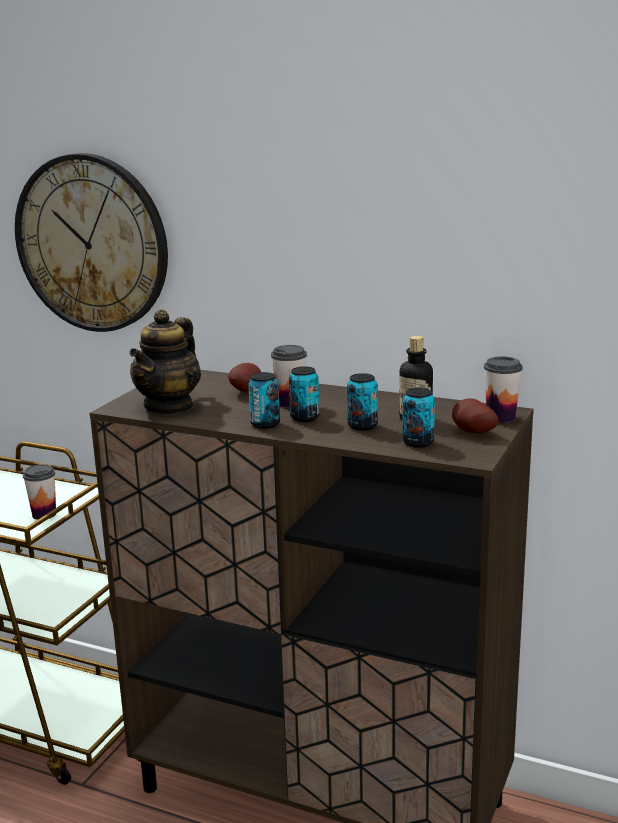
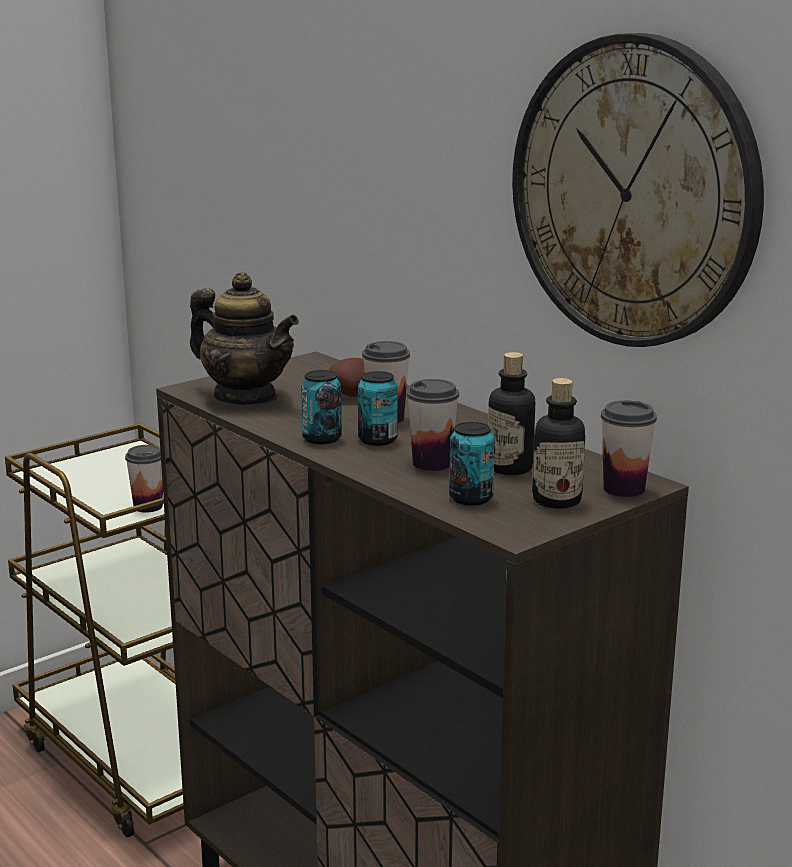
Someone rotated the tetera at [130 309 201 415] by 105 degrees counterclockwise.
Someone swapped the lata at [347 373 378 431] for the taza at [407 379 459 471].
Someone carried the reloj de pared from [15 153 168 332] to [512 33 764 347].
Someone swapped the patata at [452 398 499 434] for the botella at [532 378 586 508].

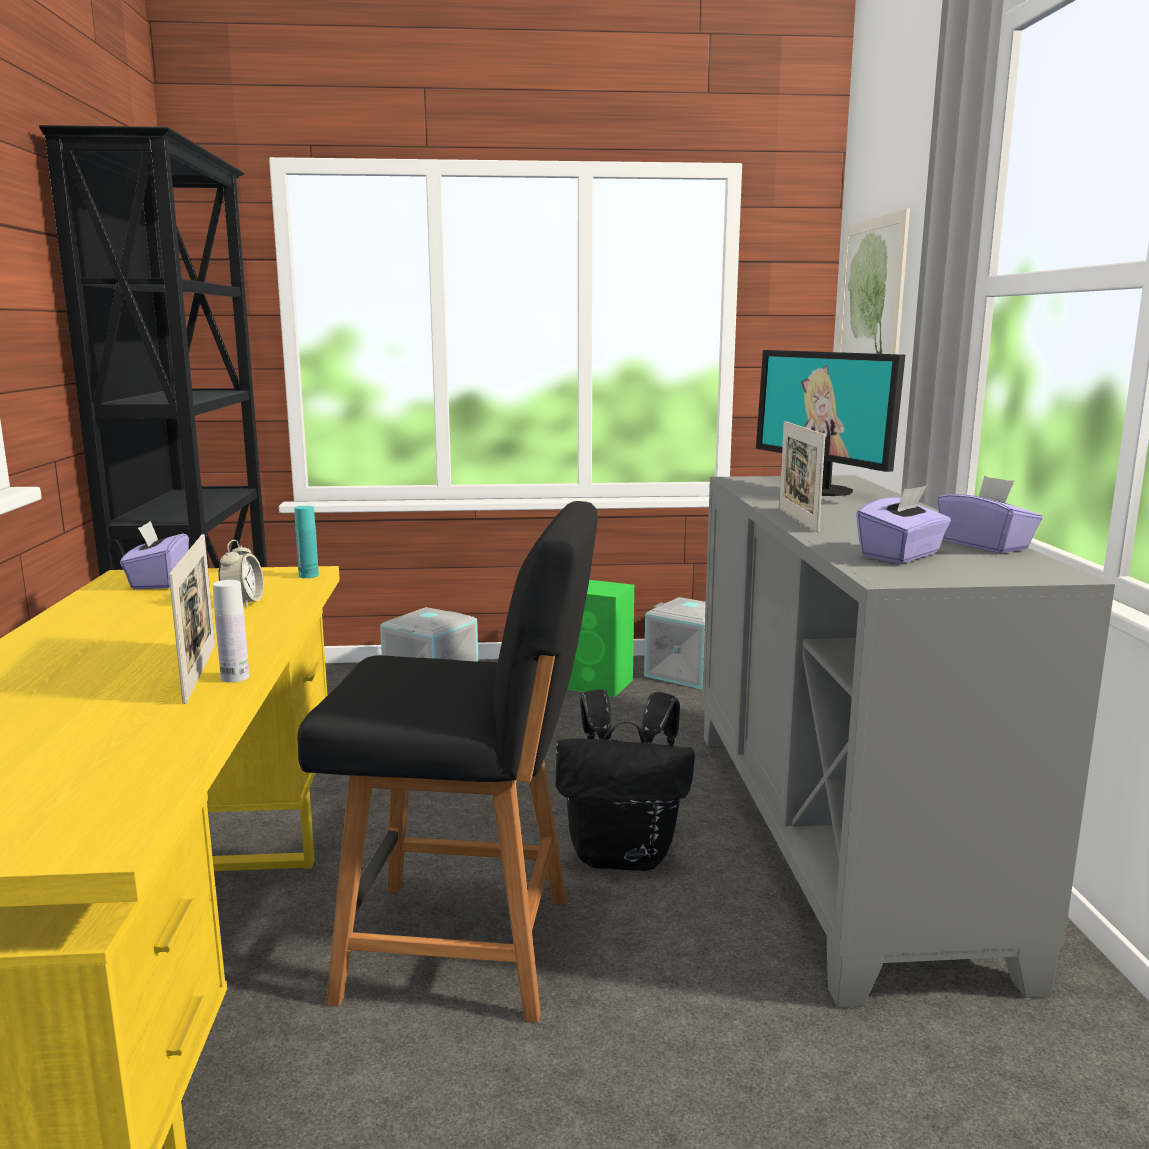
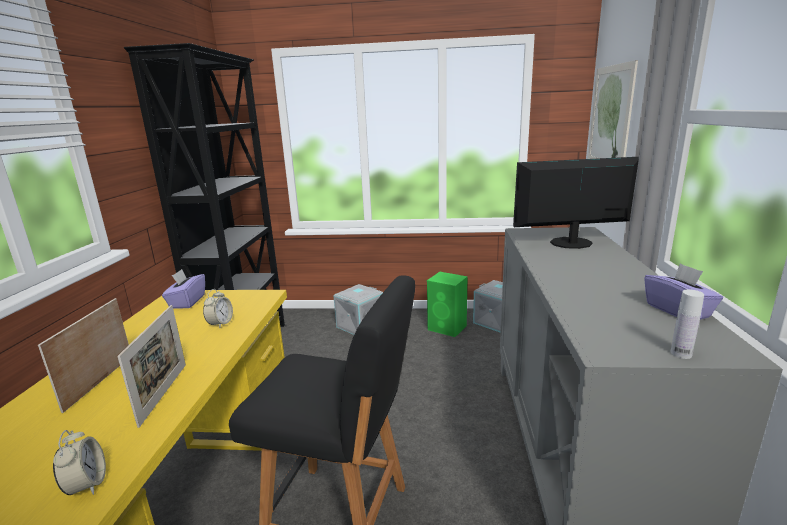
Someone carried the portarretratos from [779 421 825 532] to [38 298 129 413].
Someone put down the despertador at [53 430 106 495].
Someone rotated the monitor at [756 350 905 496] by 105 degrees clockwise.
Someone carried the botella/blanco from [213 580 249 683] to [671 289 704 359].
Someone took away the botella/turquesa at [294 506 319 578].
Someone took away the mochila/negro at [556 690 695 871].
Someone took away the caja de pañuelos/morado at [856 485 951 564].

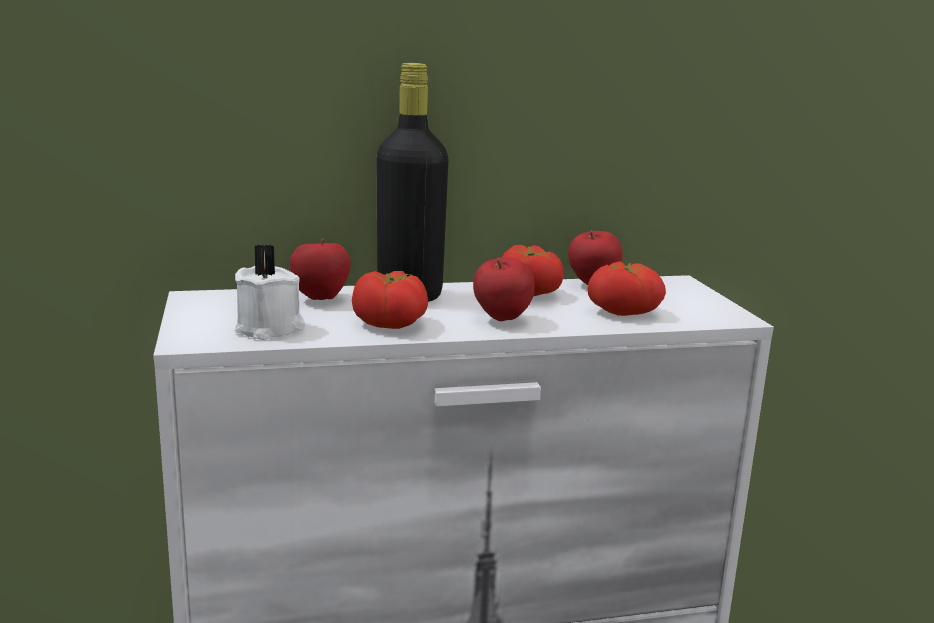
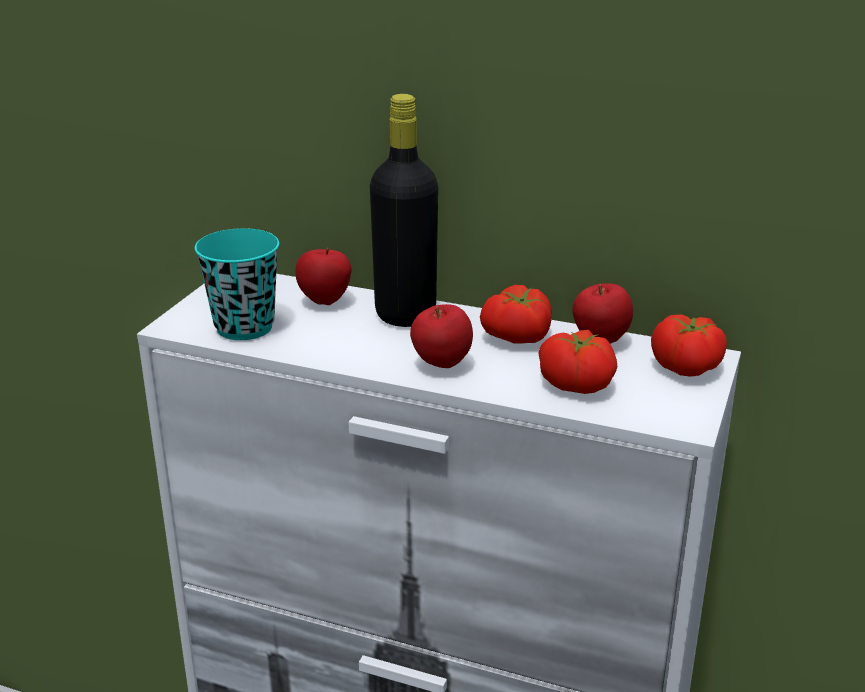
Someone swapped the vela/blanco at [235 244 305 340] for the taza/turquesa at [195 228 279 340].
Someone carried the tomate from [352 271 428 329] to [651 314 727 377].

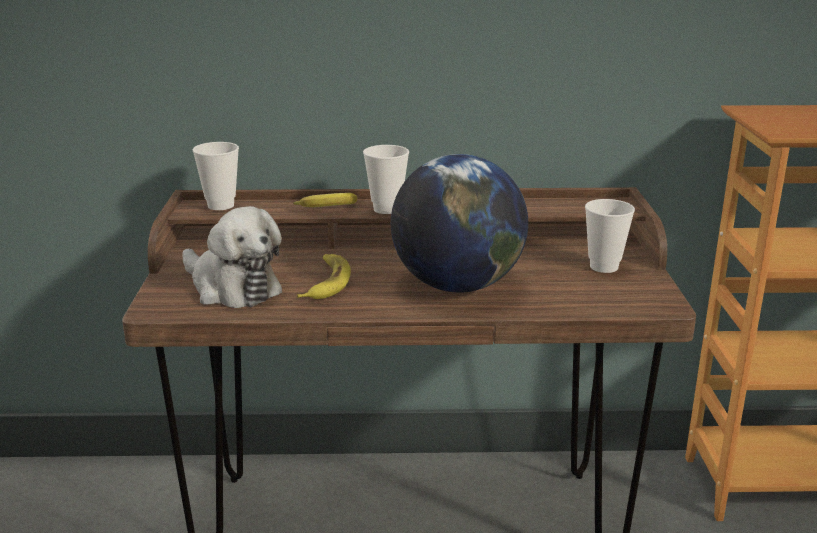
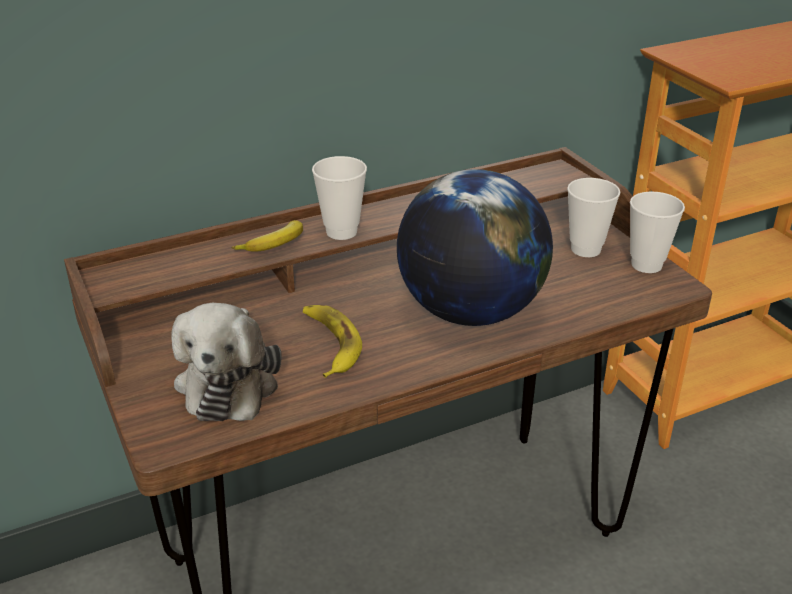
Someone rotated the peluche at [182 206 282 308] by 75 degrees clockwise.
Someone carried the taza from [193 142 239 210] to [630 191 685 273].

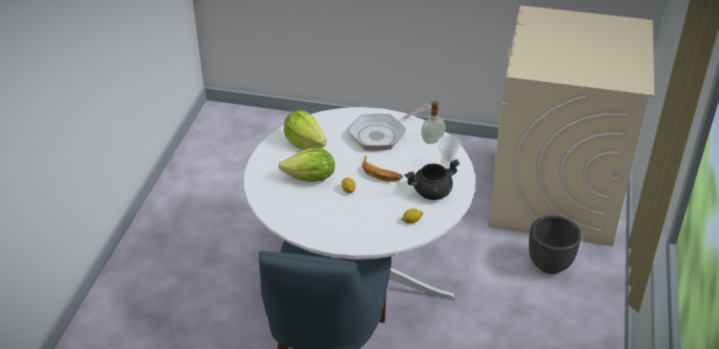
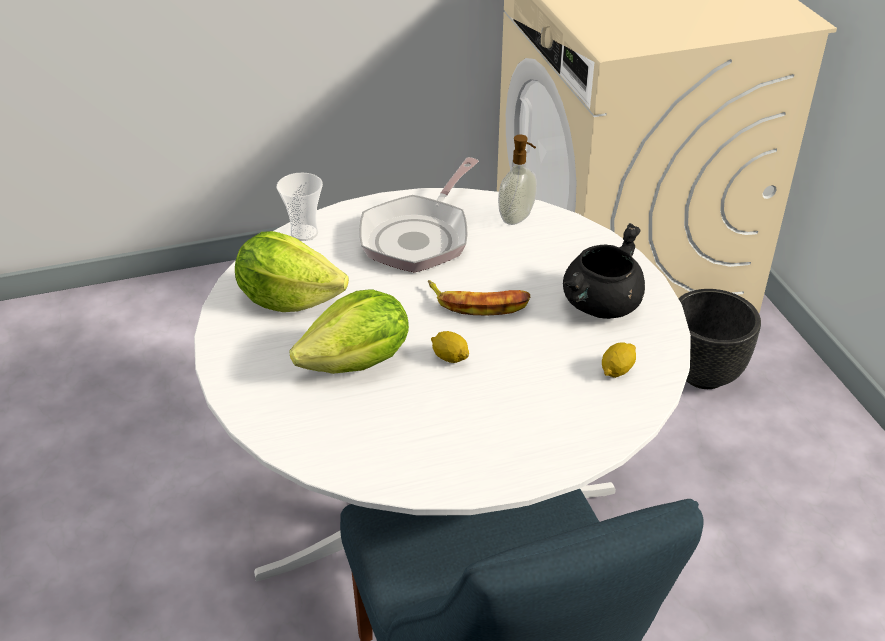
Someone carried the taza from [437 136 461 169] to [277 173 323 241].

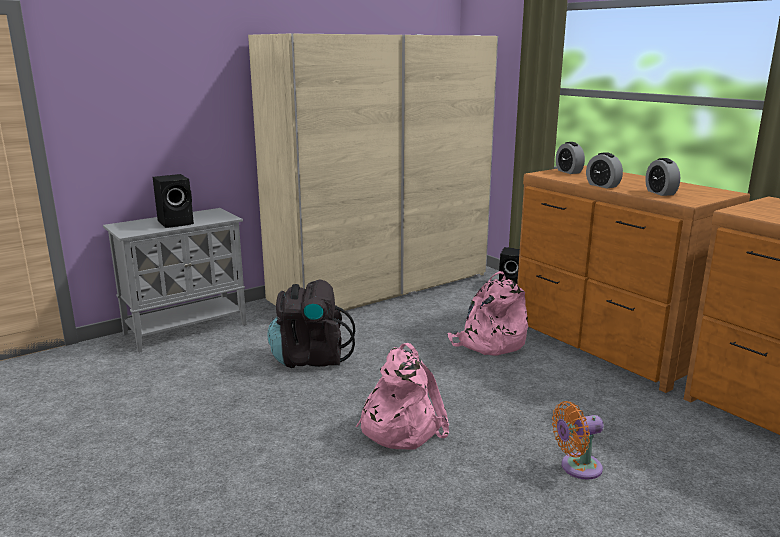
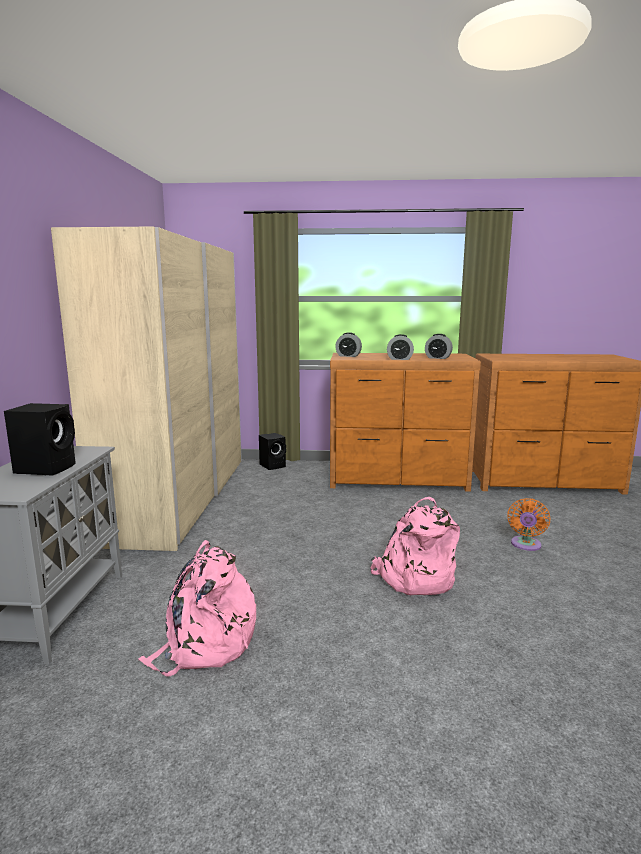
Someone carried the mochila/rosa from [447 271 528 356] to [138 540 256 677].
Someone took away the mochila/negro at [267 280 355 368].

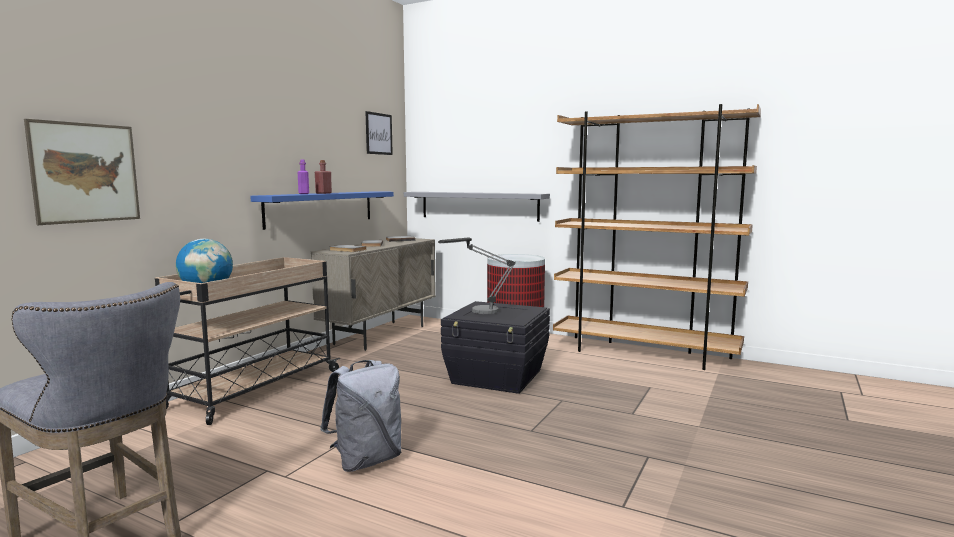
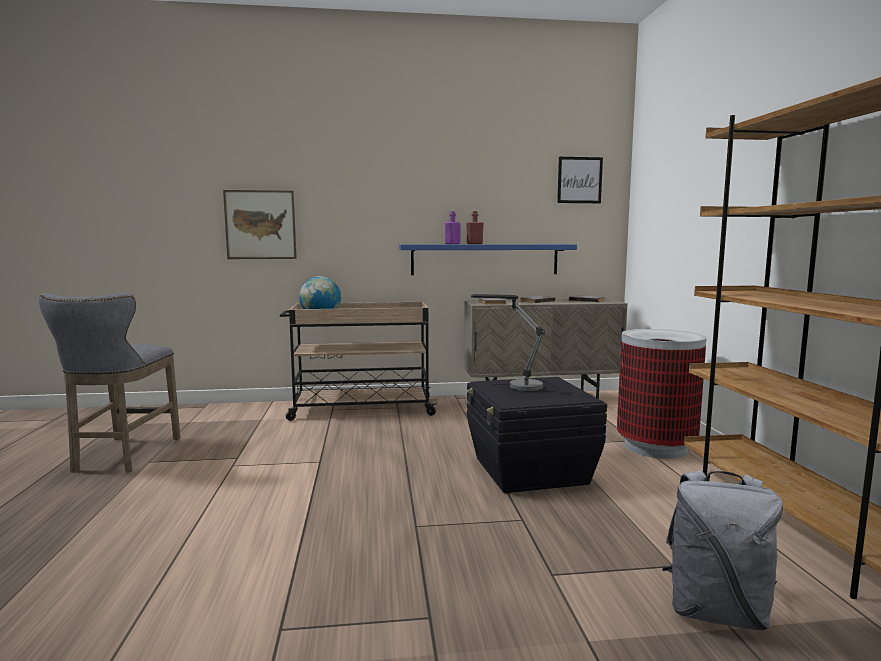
Someone carried the mochila/gris from [320 360 401 472] to [662 470 783 630].
Someone took away the estante/gris at [404 192 550 222].

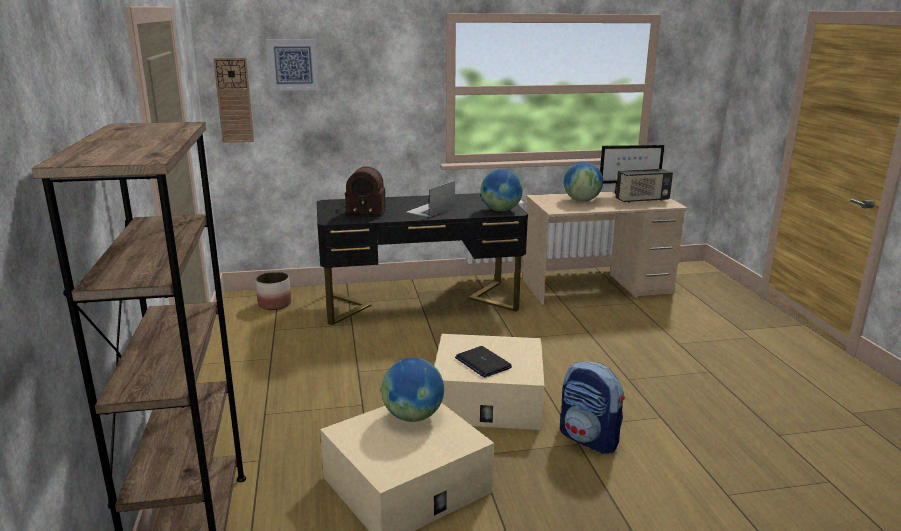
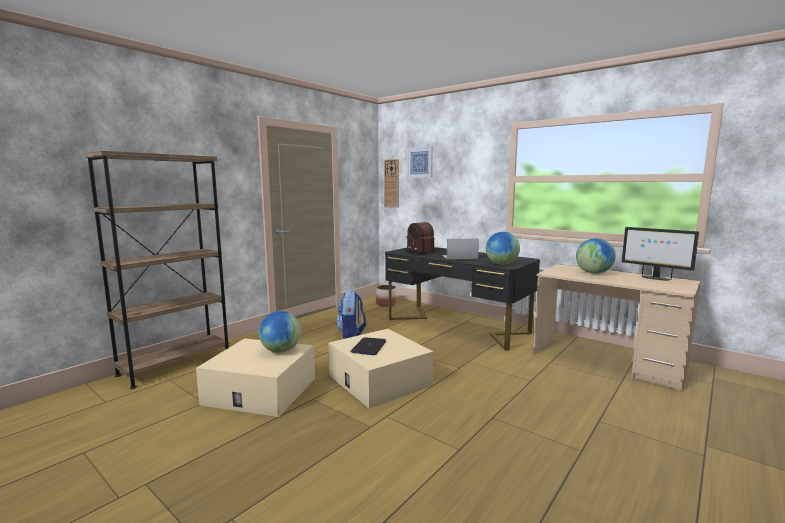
Someone carried the mochila from [560 361 625 454] to [336 290 366 339].
Someone took away the radio at [616 169 673 203].

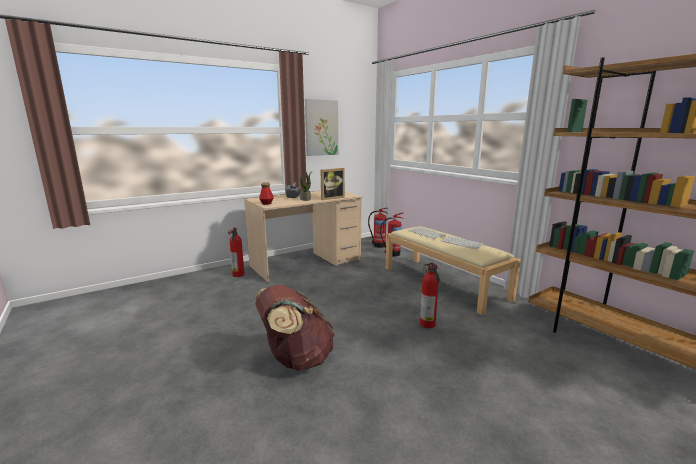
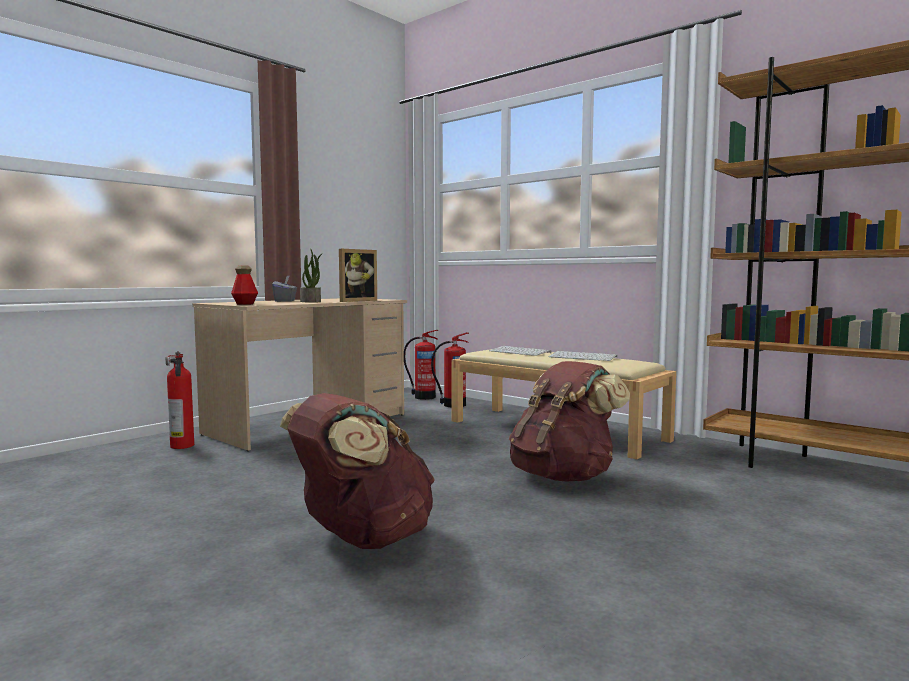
Someone swapped the extintor at [420 262 440 328] for the mochila/marrón at [509 361 630 482].
Someone took away the cuadro at [305 99 338 156].

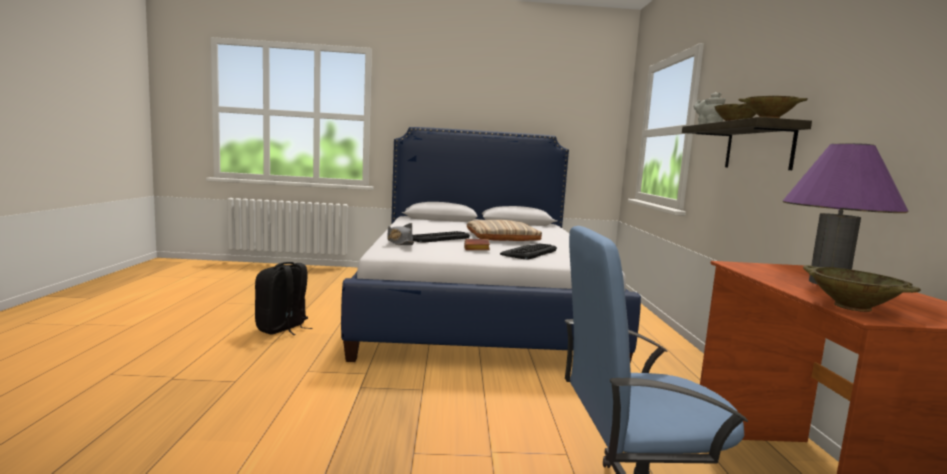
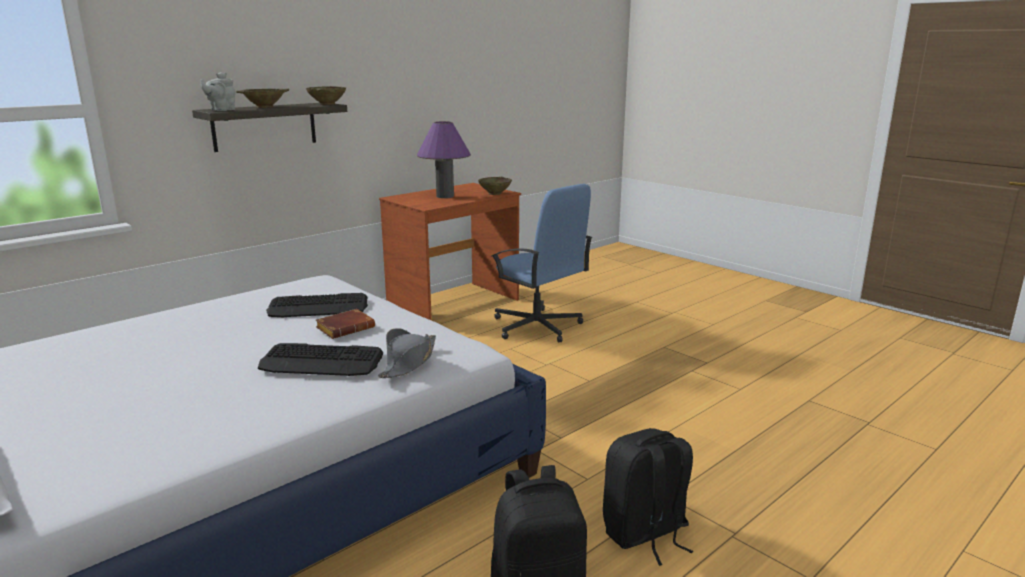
Someone put down the mochila/negro at [603 428 693 566].
Someone took away the cojín/beis at [467 220 542 241].

